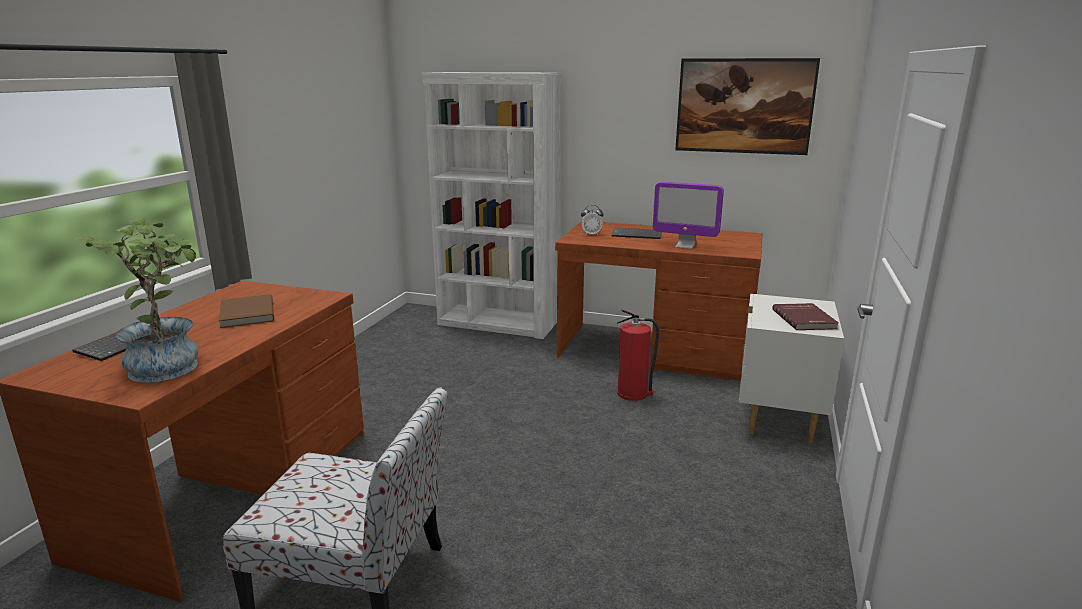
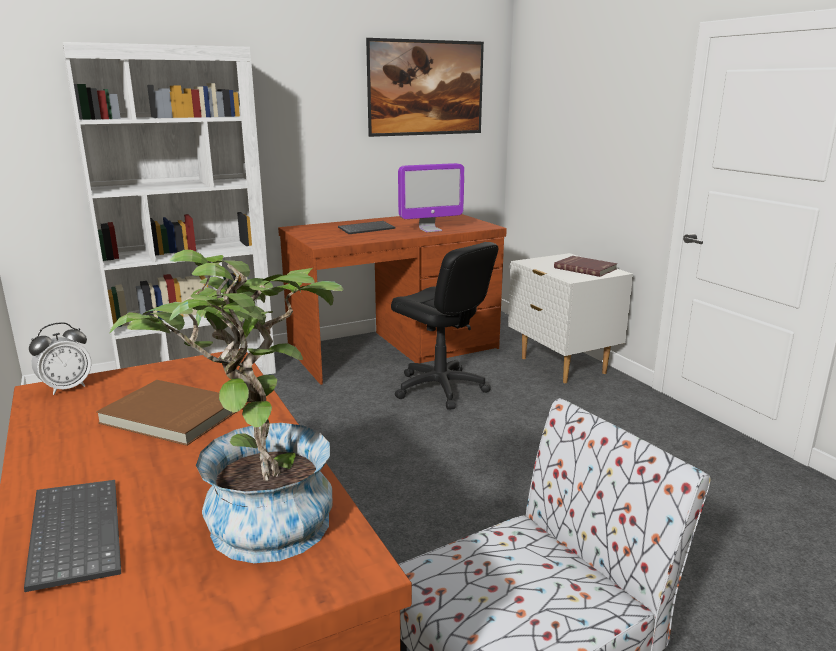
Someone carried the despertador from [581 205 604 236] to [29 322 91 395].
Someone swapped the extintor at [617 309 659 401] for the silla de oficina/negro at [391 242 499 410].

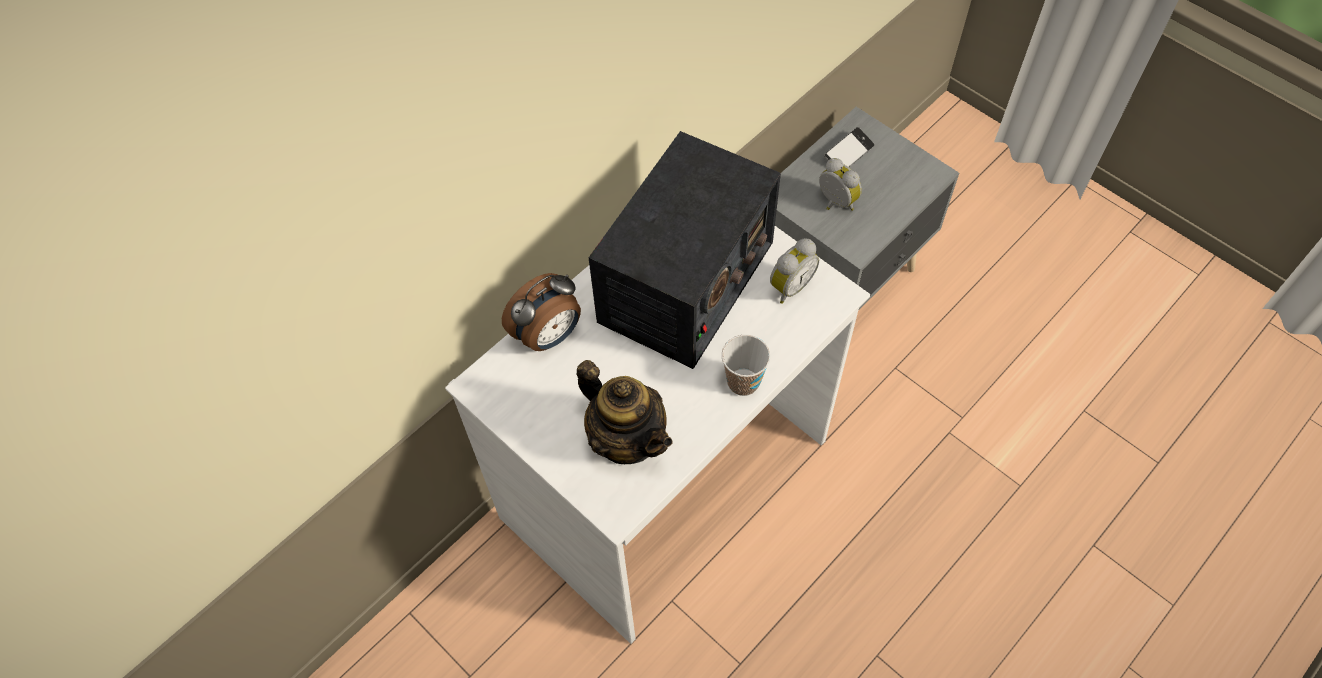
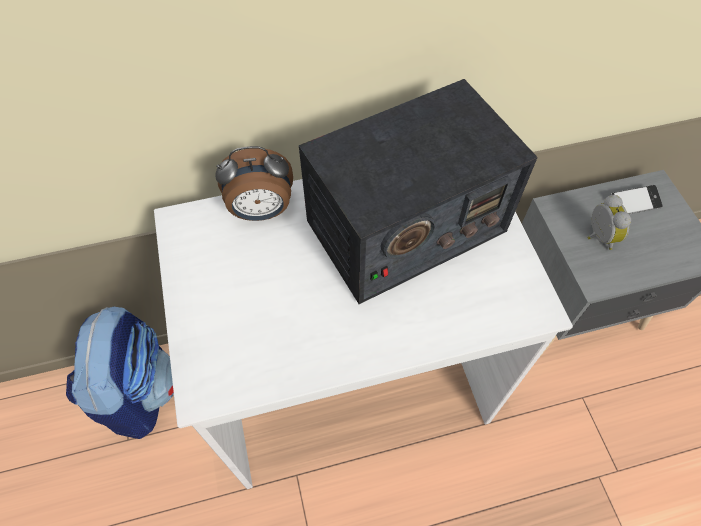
Someone put down the mochila at [66 307 174 439].
Someone took away the tetera at [576 360 672 464].
Someone took away the taza at [722 335 770 396].
Someone took away the despertador at [770 238 819 304].

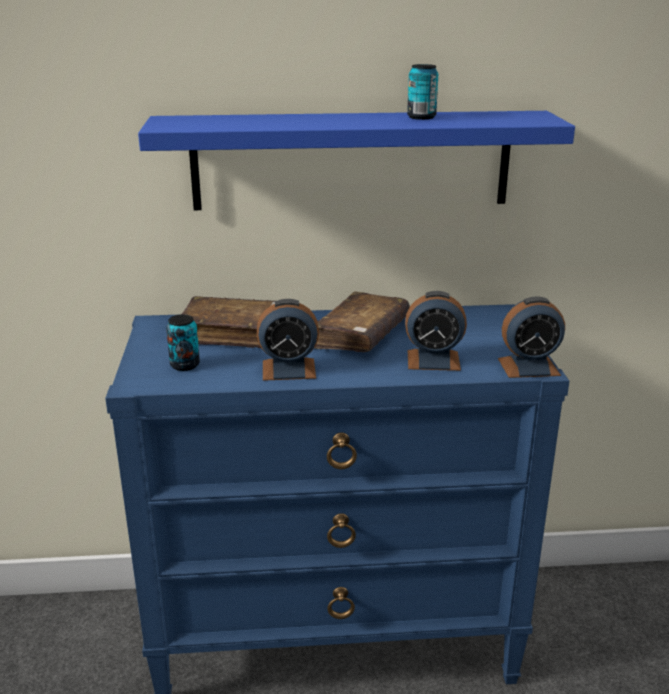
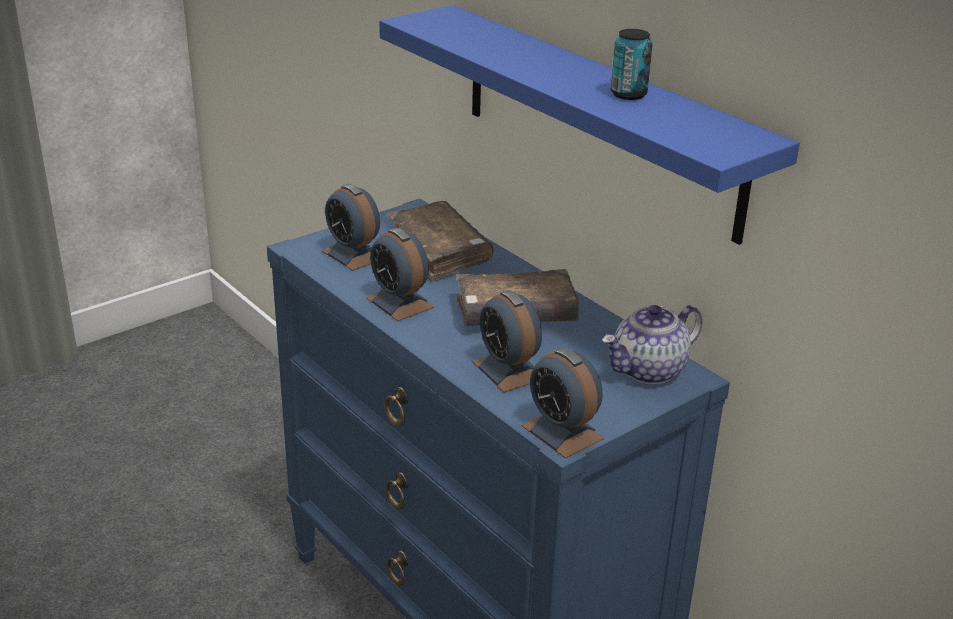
Someone swapped the lata at [166 314 200 371] for the despertador at [322 184 380 271].
Someone put down the tetera at [602 305 703 384].

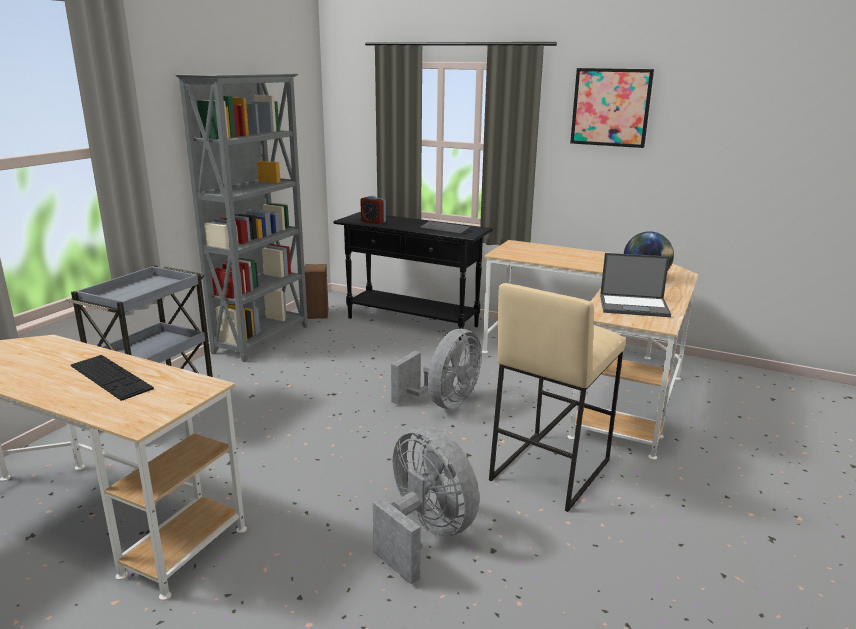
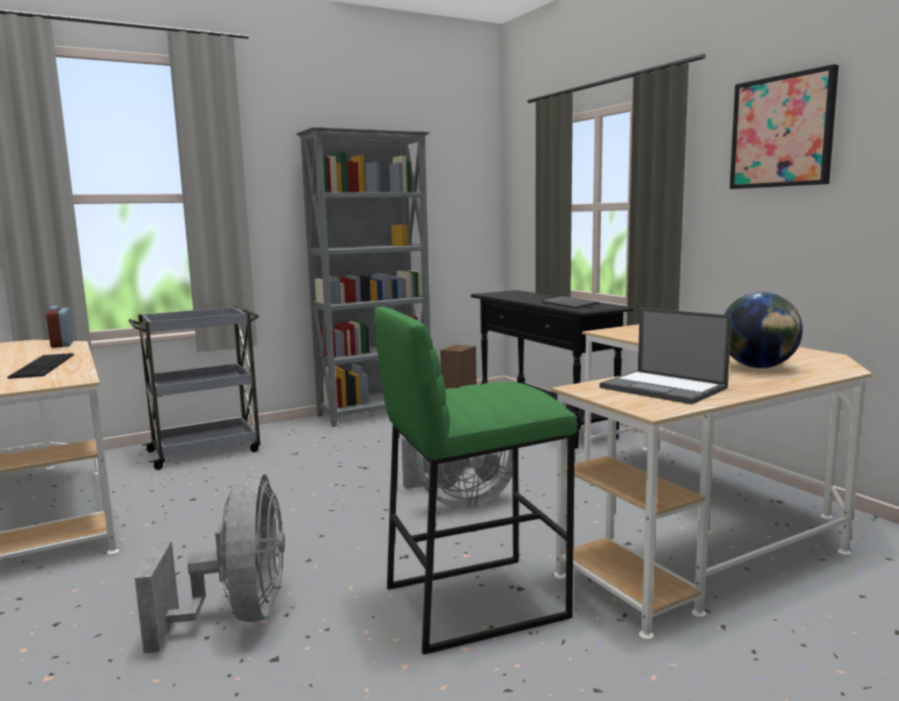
Someone carried the despertador from [360 196 386 224] to [46 306 73 348].
Someone repainted the taburete/beis at [489 283 626 512], which became the taburete/verde at [374 307 577 655].

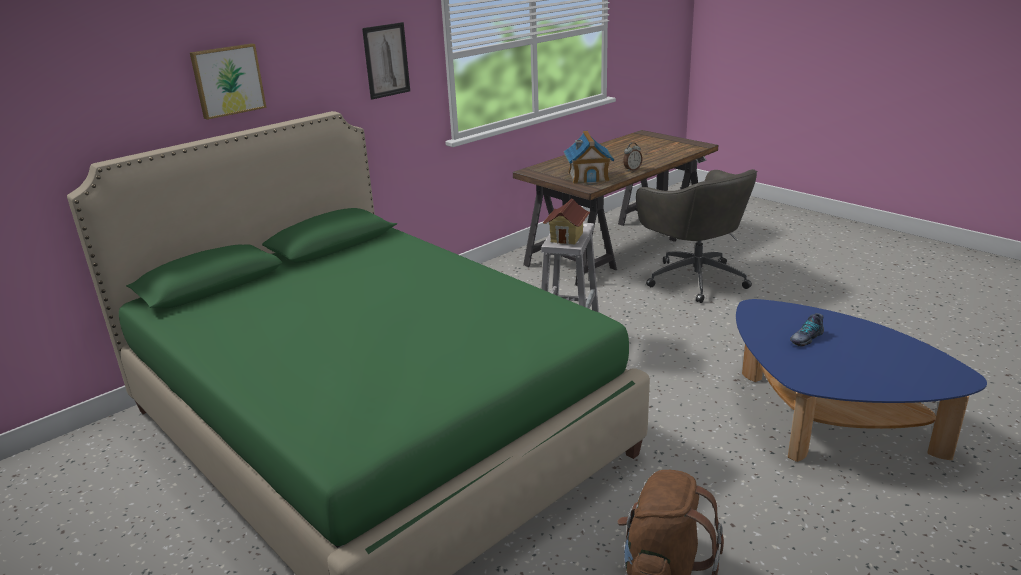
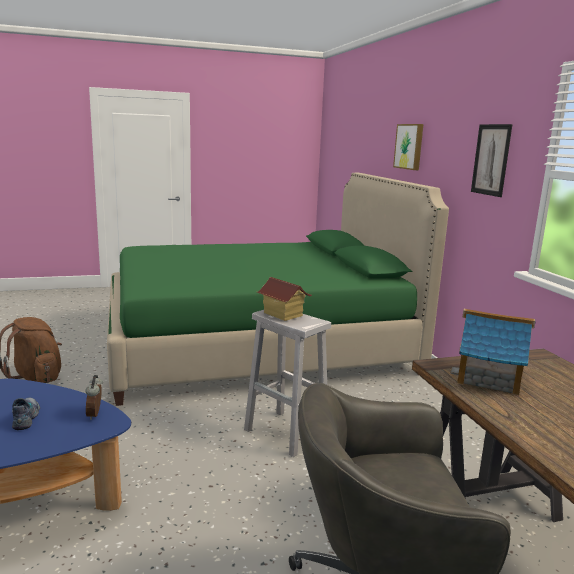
Someone carried the despertador from [623 143 643 171] to [85 375 103 420].

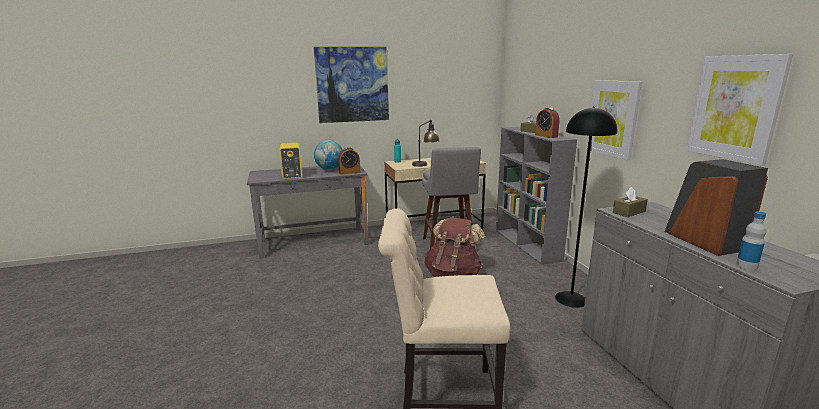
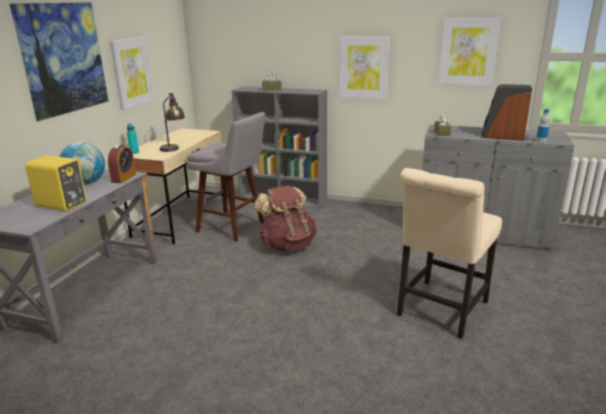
Someone put up the cuadro at [110 37 154 110].
Someone took away the despertador at [535 108 560 138].
Someone took away the lámpara de pie/negro at [555 106 617 308].

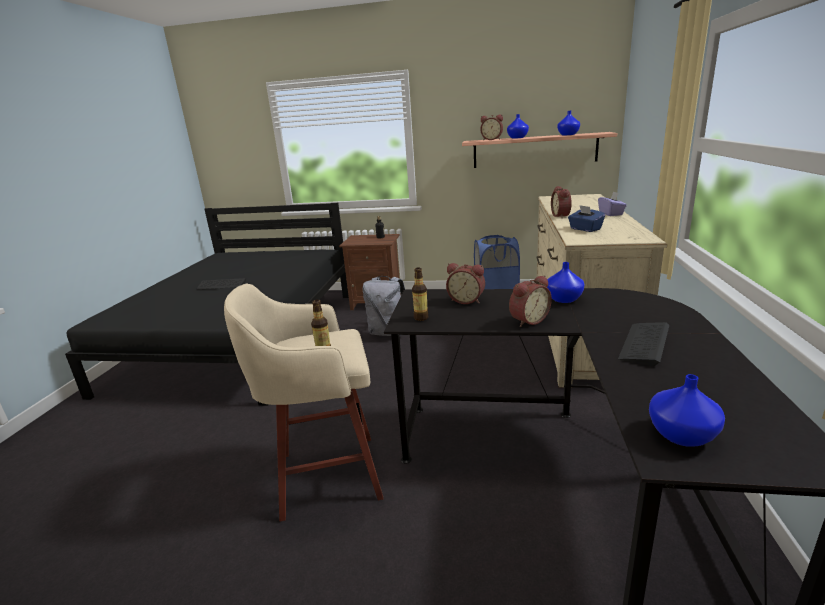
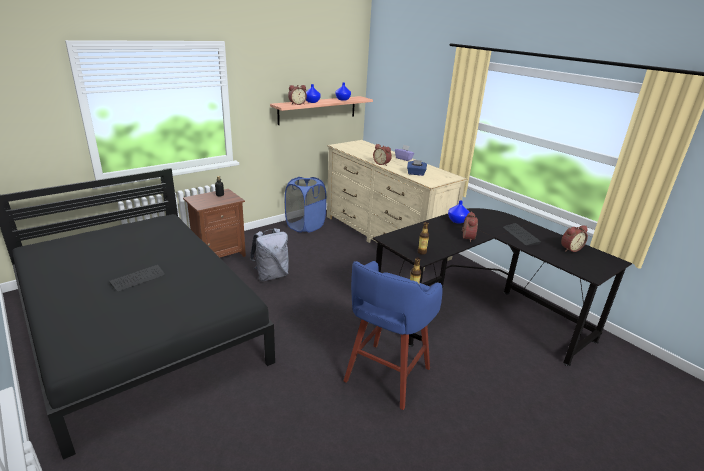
Someone repainted the taburete/beis at [224 284 384 522], which became the taburete/azul at [344 261 442 410].
Someone carried the despertador from [446 263 485 304] to [561 225 588 252].
Someone took away the florero/azul at [649 374 725 447].

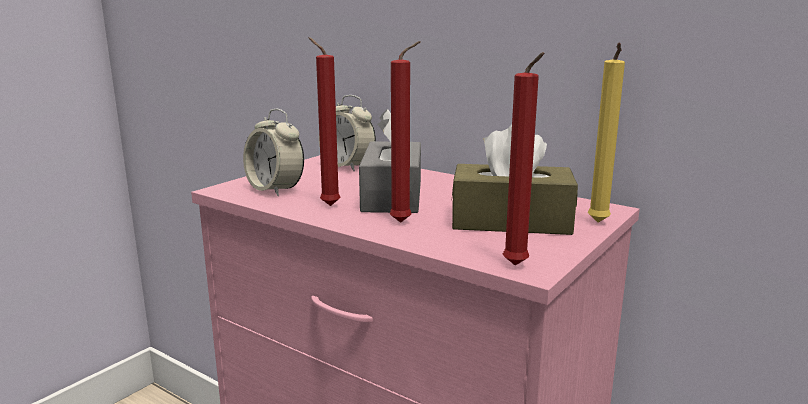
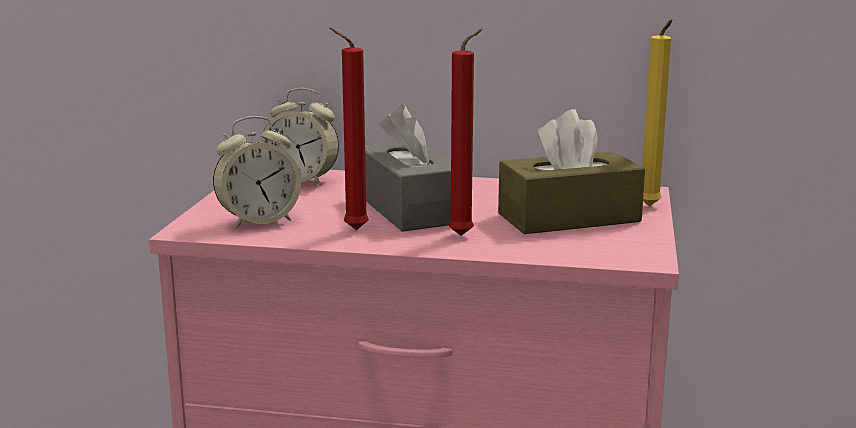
Someone rotated the despertador at [243 108 304 196] by 45 degrees counterclockwise.
Someone took away the vela/rojo at [503 52 545 265].

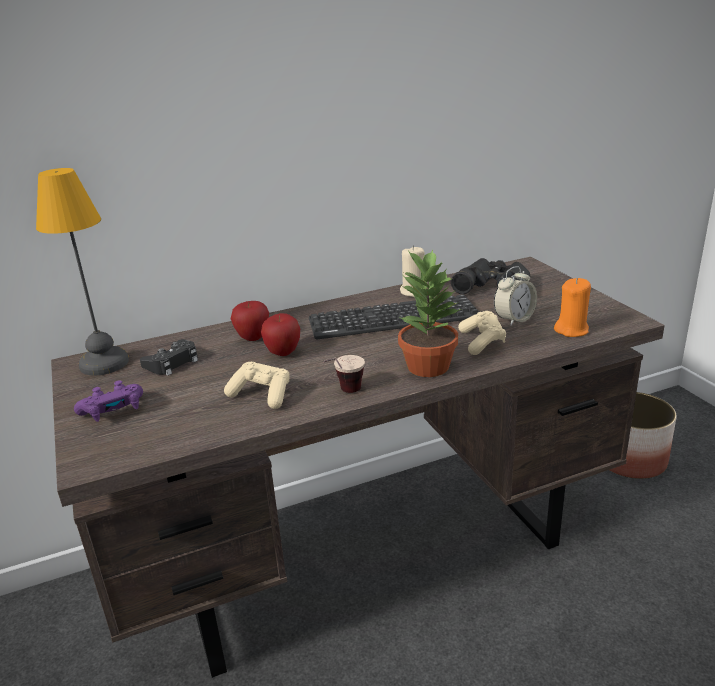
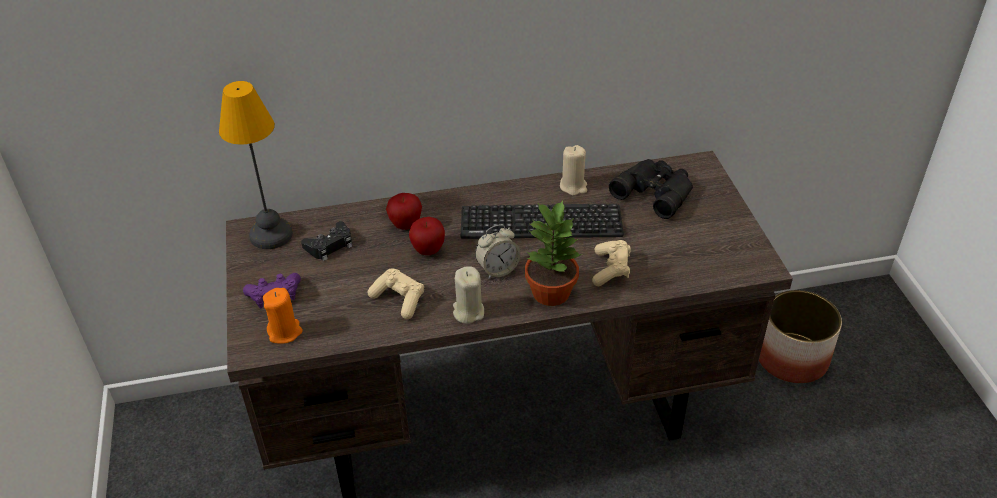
Someone carried the vela/naranja from [554 278 591 337] to [263 288 302 344].
Someone swapped the taza at [323 355 365 393] for the vela/beis at [453 266 484 324].
Someone carried the despertador from [494 266 537 326] to [475 224 521 279].

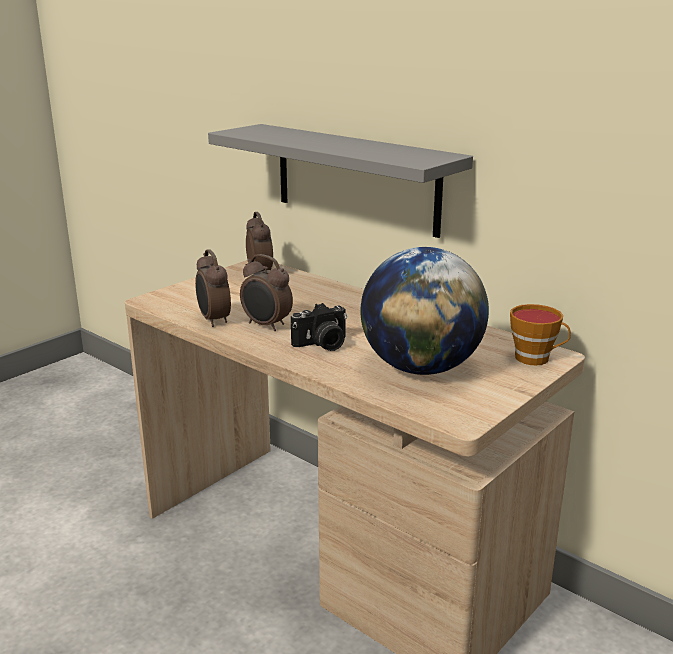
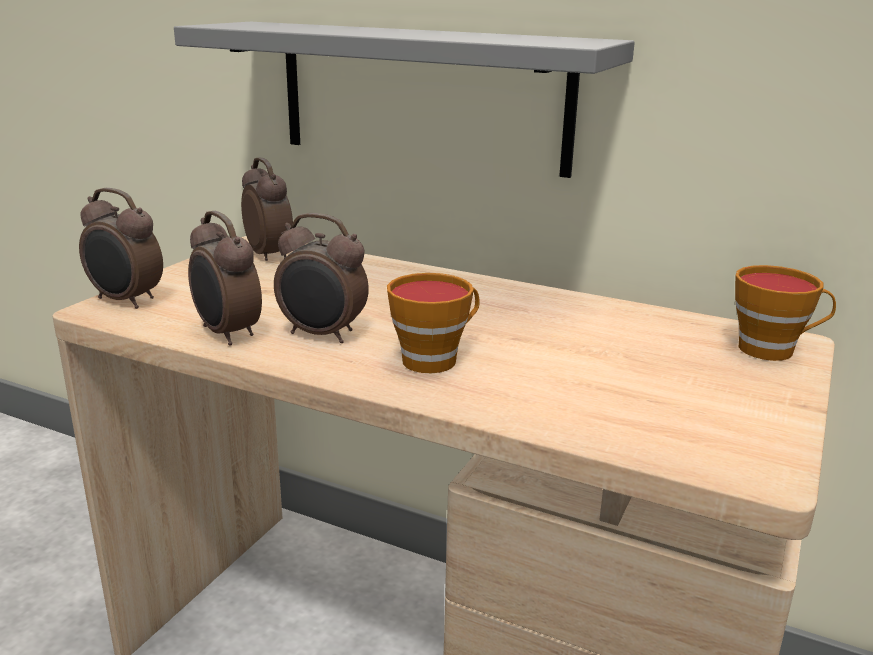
Someone put down the despertador at [79 188 163 309].
Someone swapped the cámara at [291 303 347 351] for the taza at [387 273 480 373].
Someone took away the globo terráqueo at [360 247 489 375].

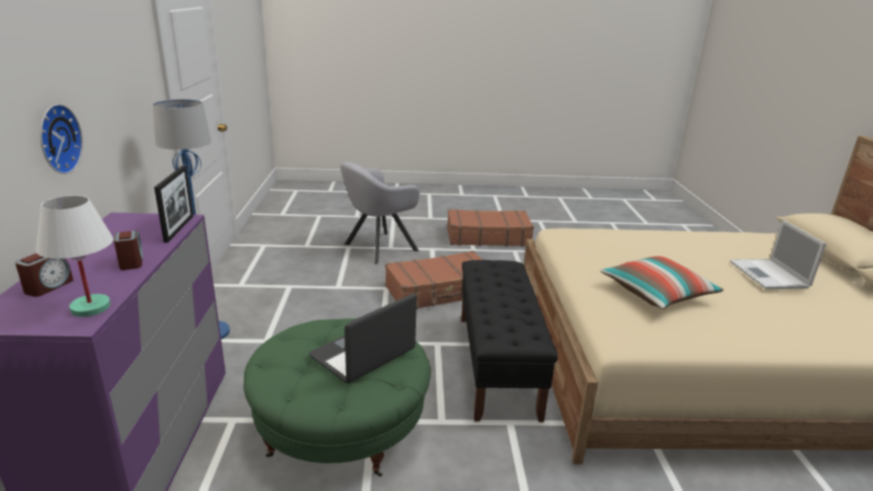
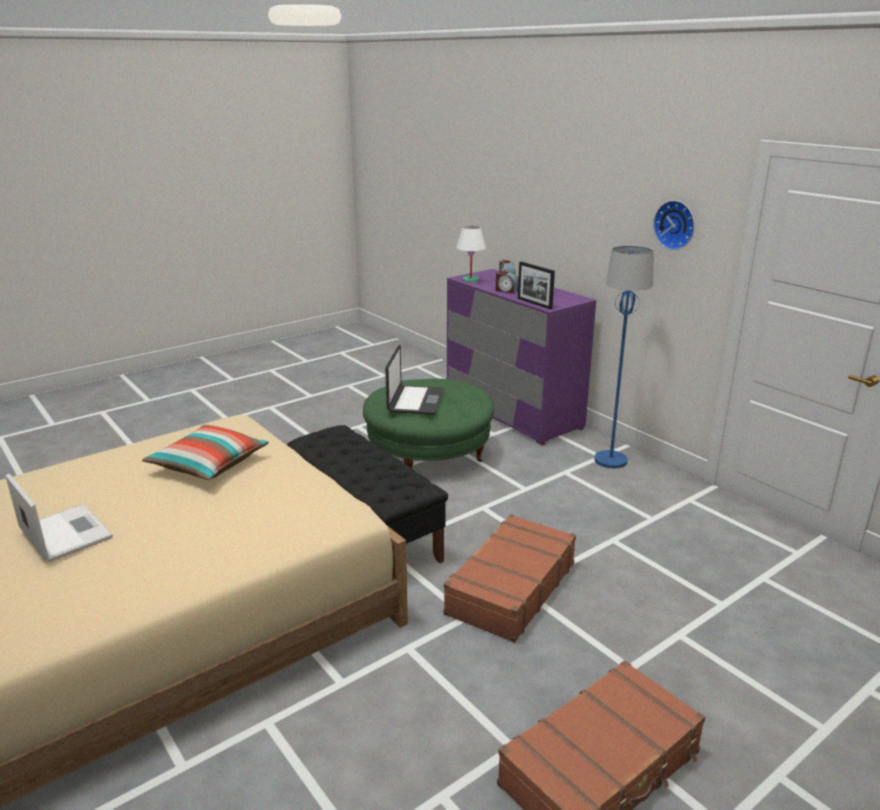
Someone carried the reloj de pared from [40 104 83 174] to [653 200 695 250].
Someone took away the sillón/gris at [341 162 420 264].

